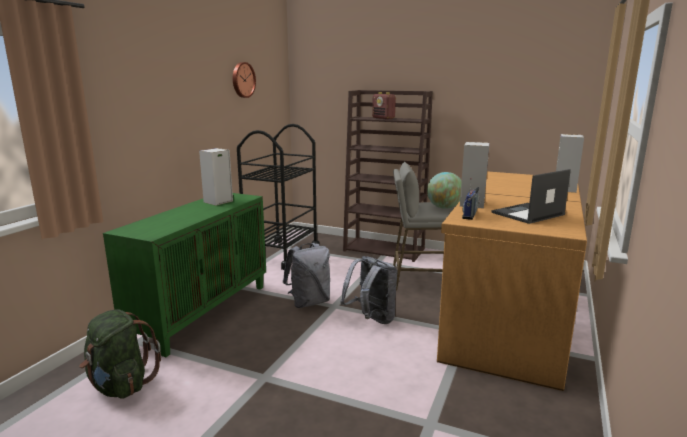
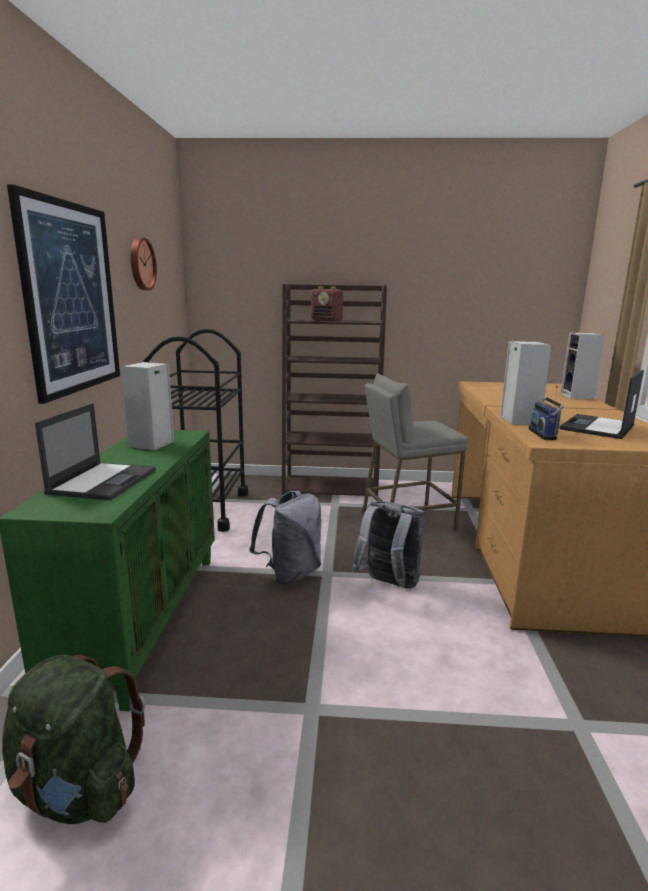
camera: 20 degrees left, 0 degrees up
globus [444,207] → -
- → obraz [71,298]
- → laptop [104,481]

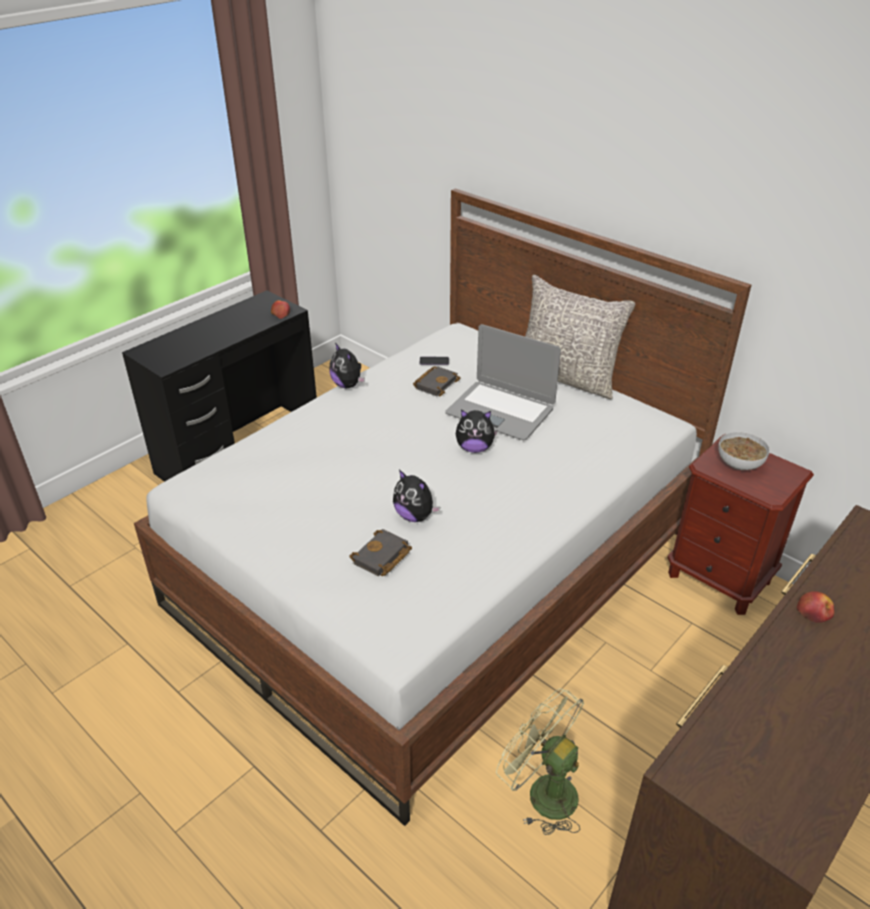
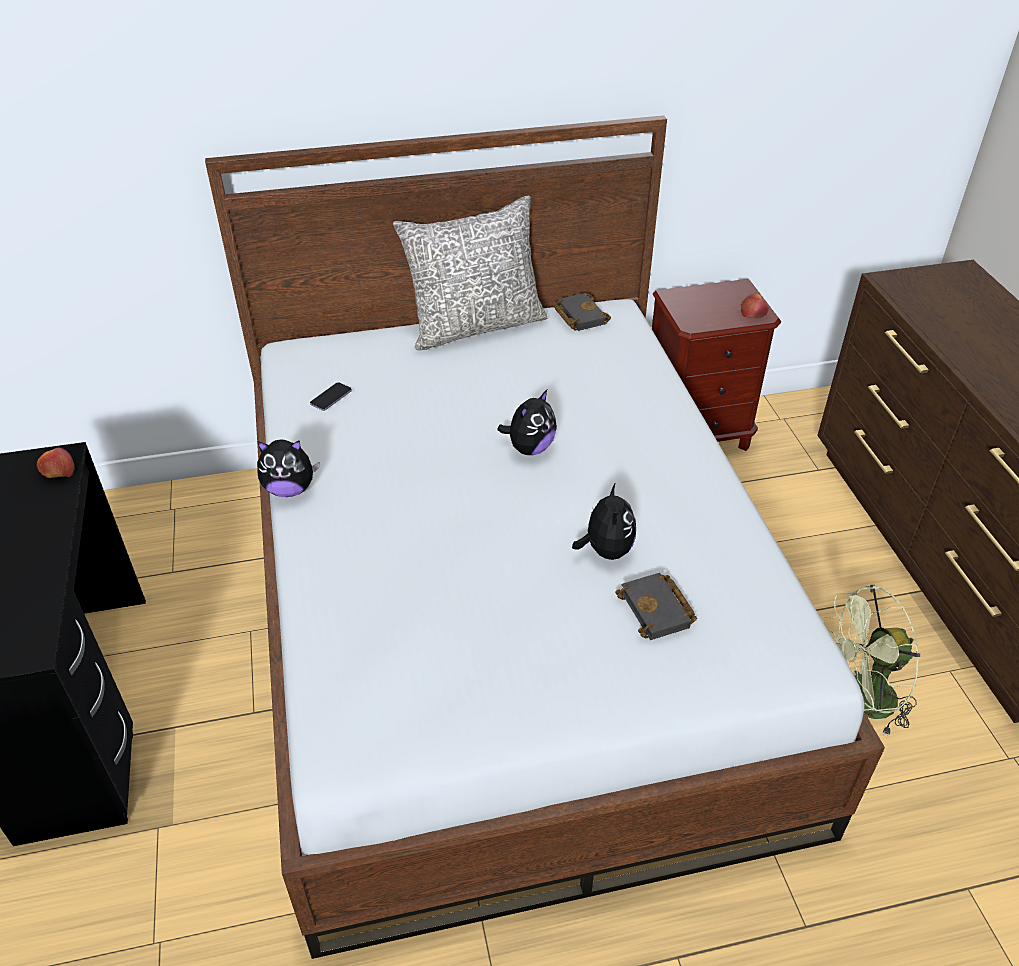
camera: 55 degrees left, 5 degrees up
pluszak [415,516] → pluszak [605,550], 75 degrees counterclockwise
książka (czarny) [436,383] → książka (czarny) [578,316], moved
laptop [500,411] → -
miska [739,464] → -
jabłko [814,612] → jabłko [753,312], moved

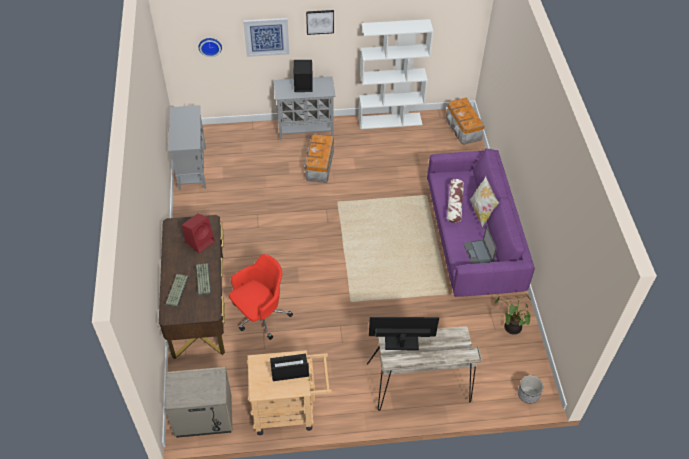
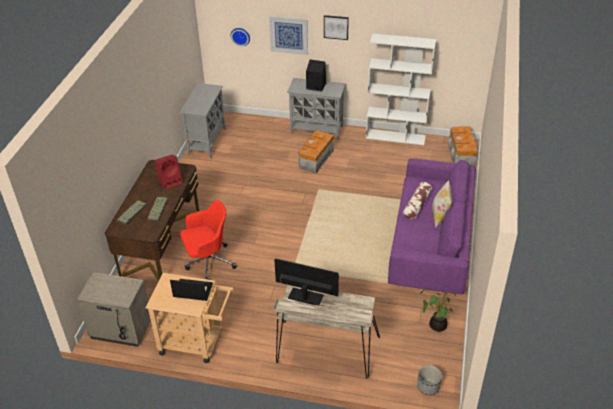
camera: 20 degrees right, 10 degrees down
laptop [478,253] → -

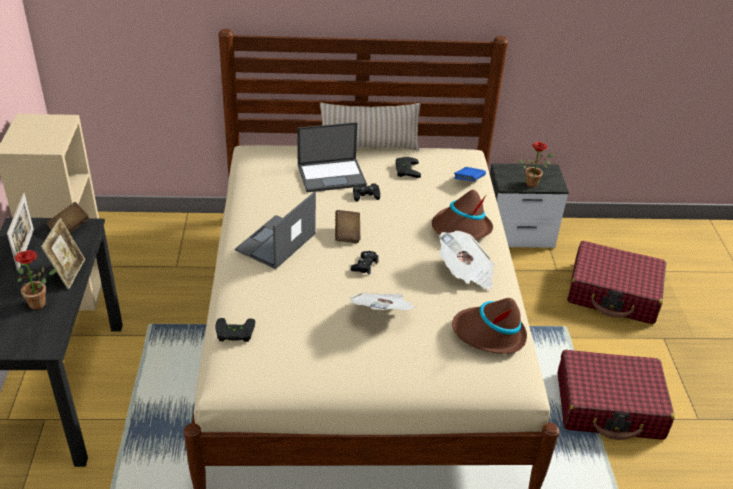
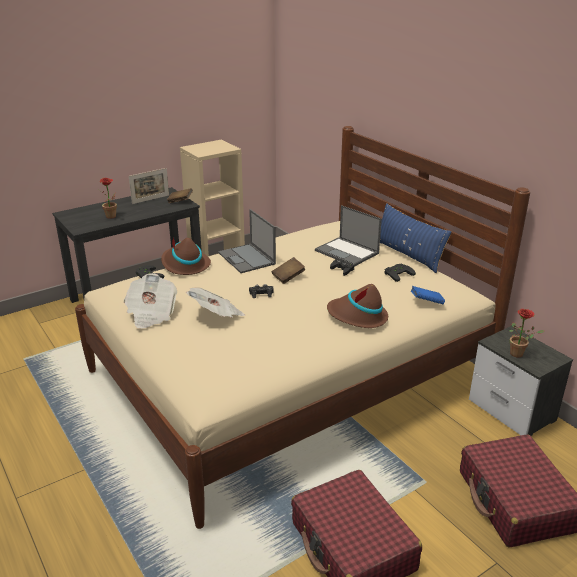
camera: 60 degrees right, 10 degrees down
ramka na zdjęcie [68,273] → -
laptop [275,243] → laptop [247,258], 120 degrees counterclockwise
poduszka (beżowy) [369,146] → poduszka (niebieski) [408,255]
gazeta [466,273] → gazeta [151,314], moved
kapelusz (brązowy) [489,334] → kapelusz (brązowy) [185,265], moved

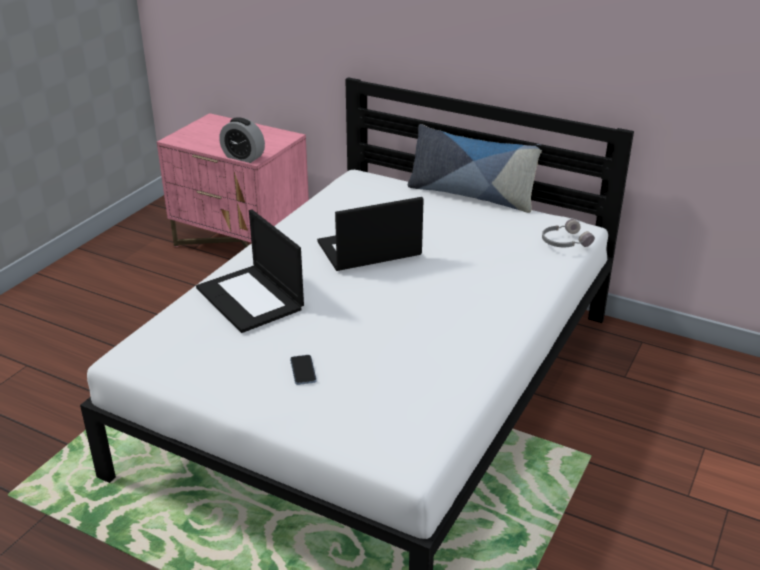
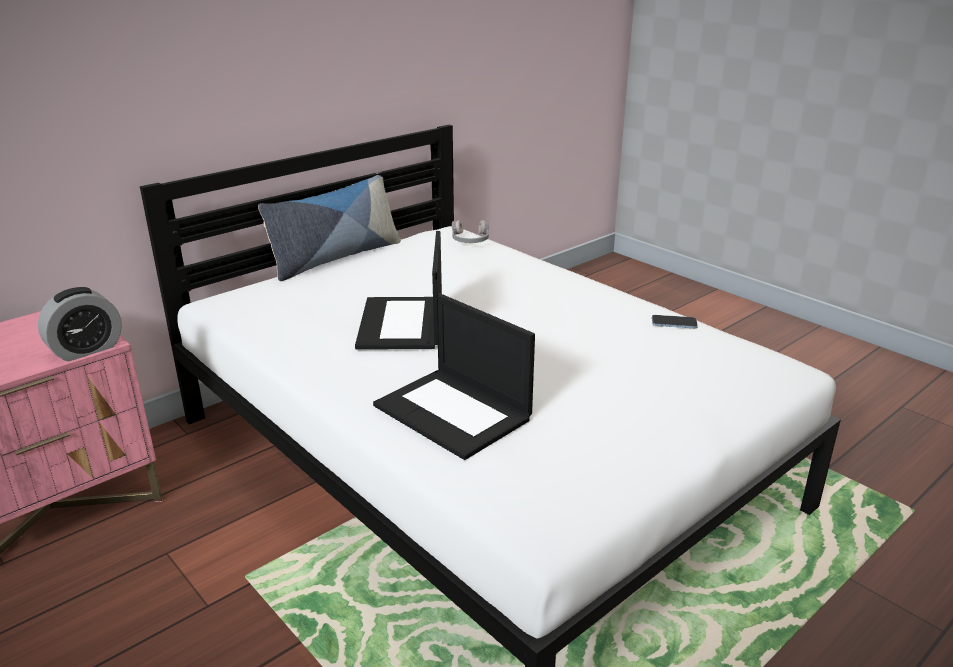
camera: 70 degrees left, 5 degrees down
laptop [251,298] → laptop [454,412], 60 degrees clockwise
telefon [303,371] → telefon [674,323], moved

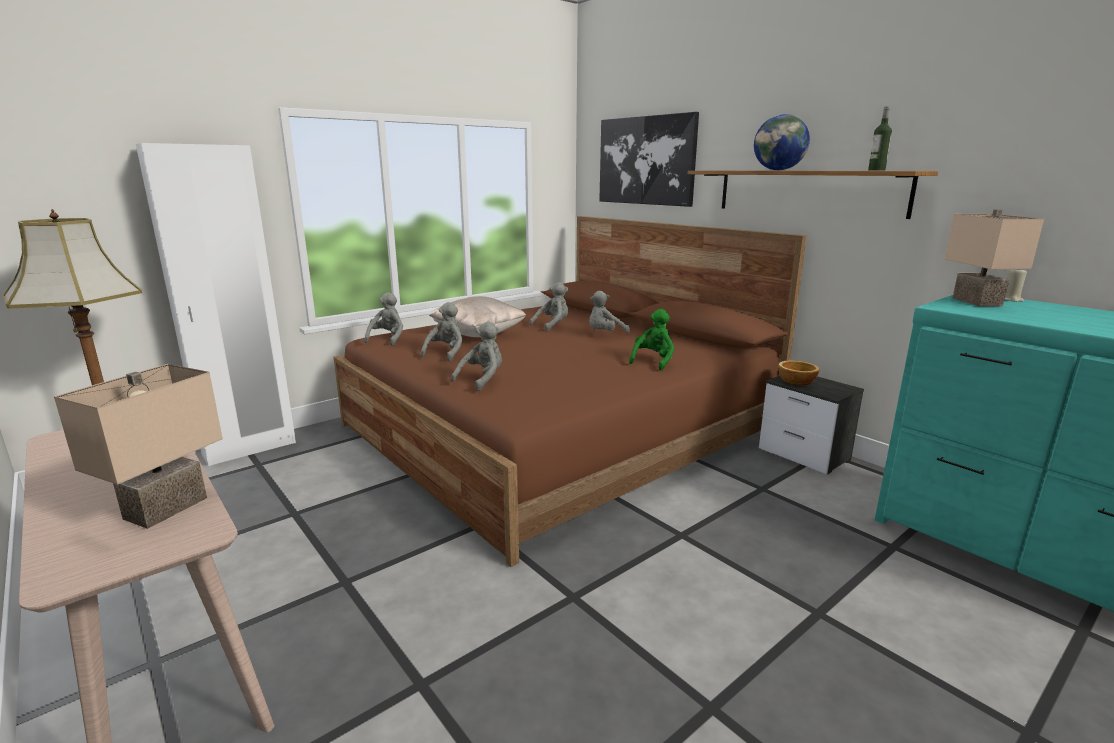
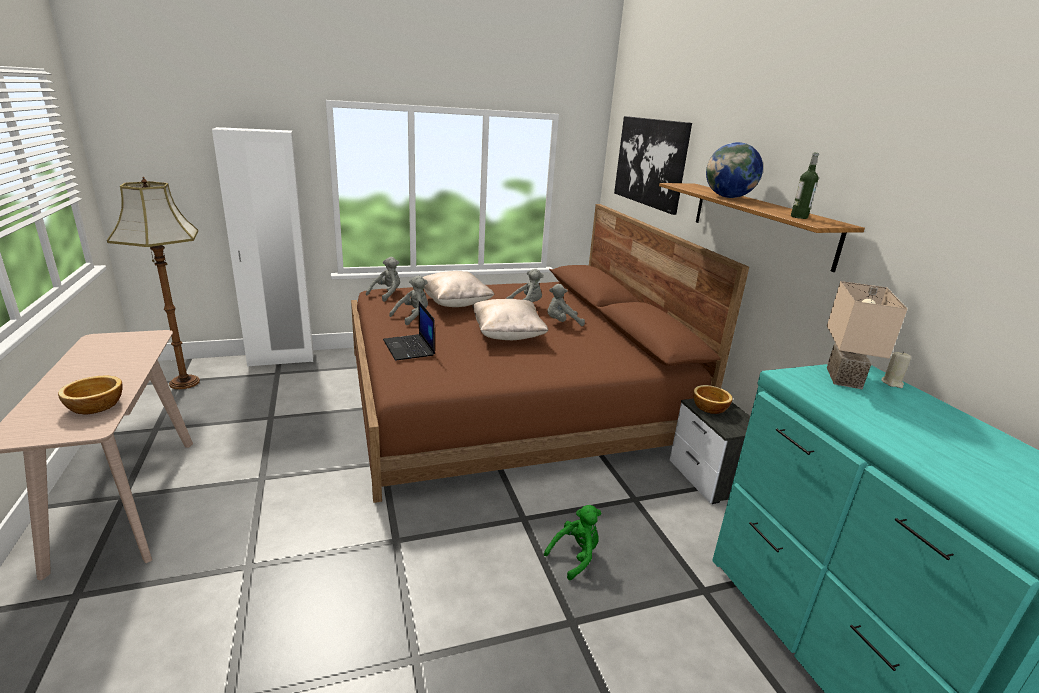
camera: 20 degrees right, 5 degrees up
lampa stołowa (beżowy) [167,509] → miska [95,407]
pluszak (szary) [482,379] → laptop [409,348]
pluszak (zielony) [653,361] → pluszak (zielony) [575,556], moved
- → poduszka (beżowy) [507,335]

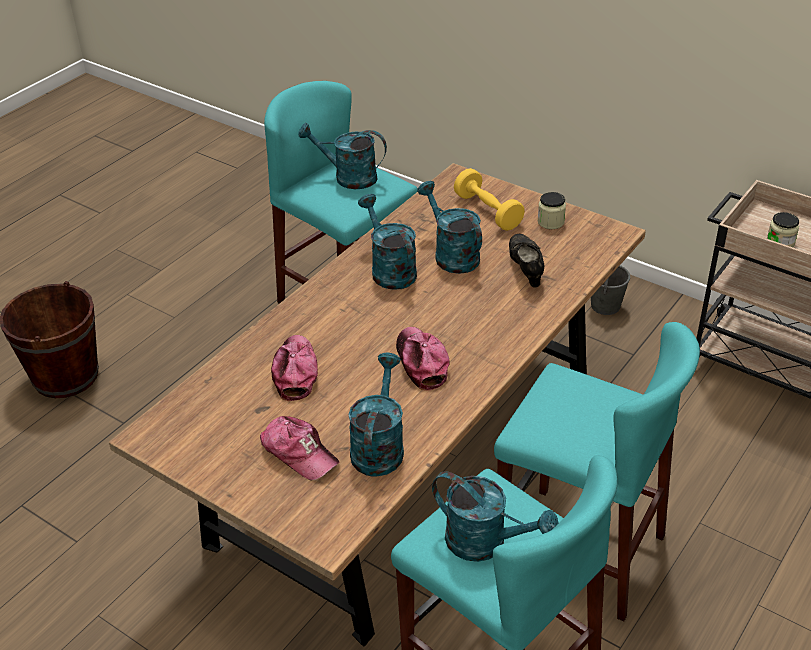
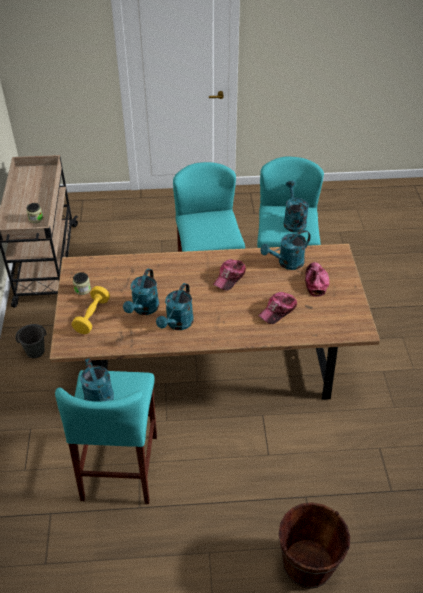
camera: 130 degrees left, 5 degrees up
but (czarny) [525,269] → -

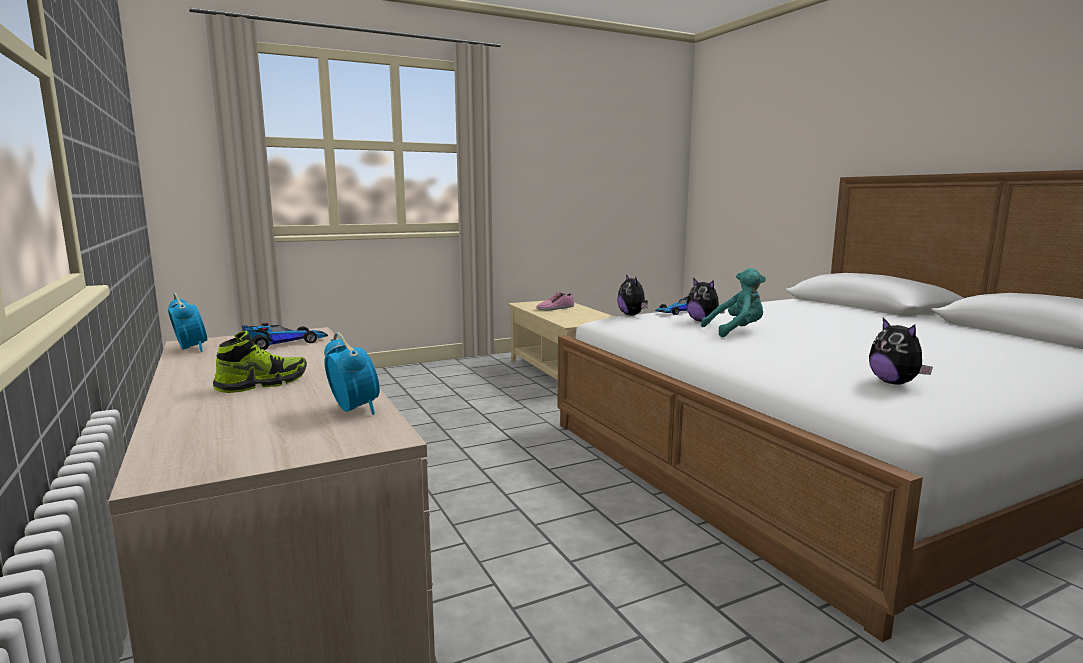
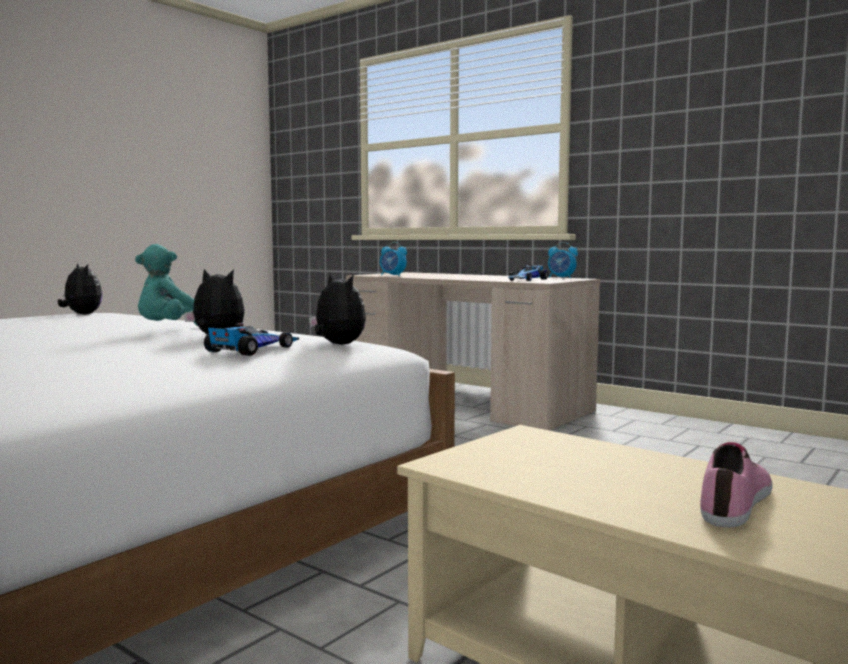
camera: 155 degrees right, 5 degrees down
but [262,384] → -

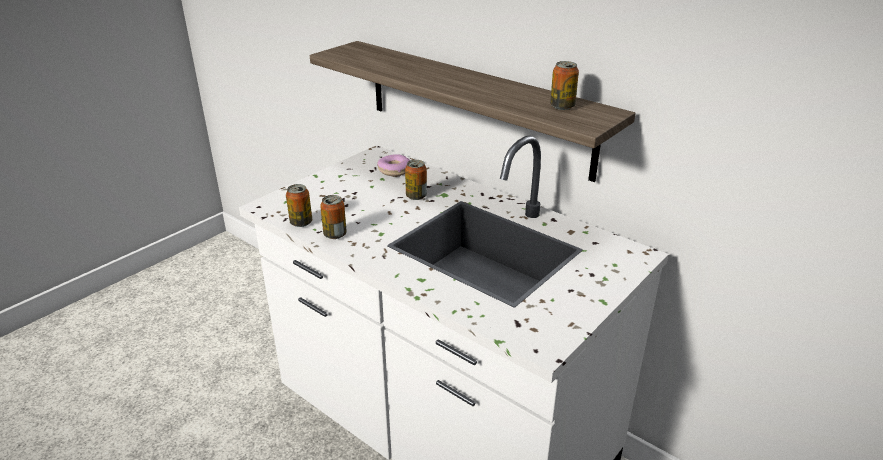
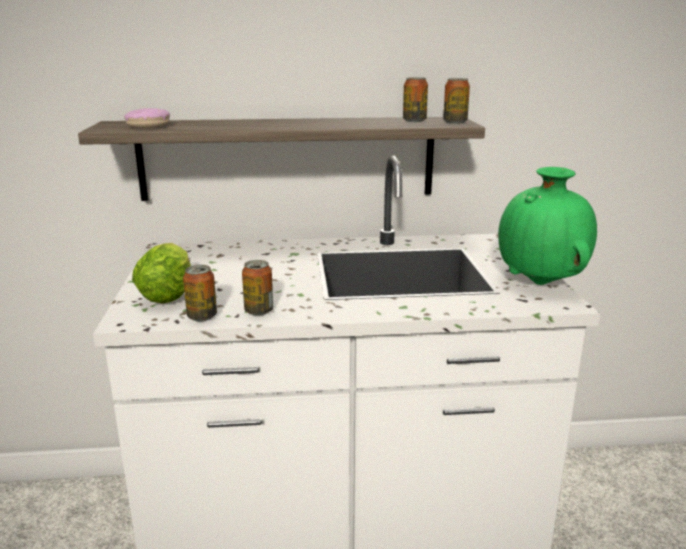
camera: 45 degrees left, 10 degrees down
donut [394,170] → donut [148,126], moved
puszka [416,196] → puszka [455,122], moved
- → sałata [169,293]
- → wazon (zielony) [541,283]

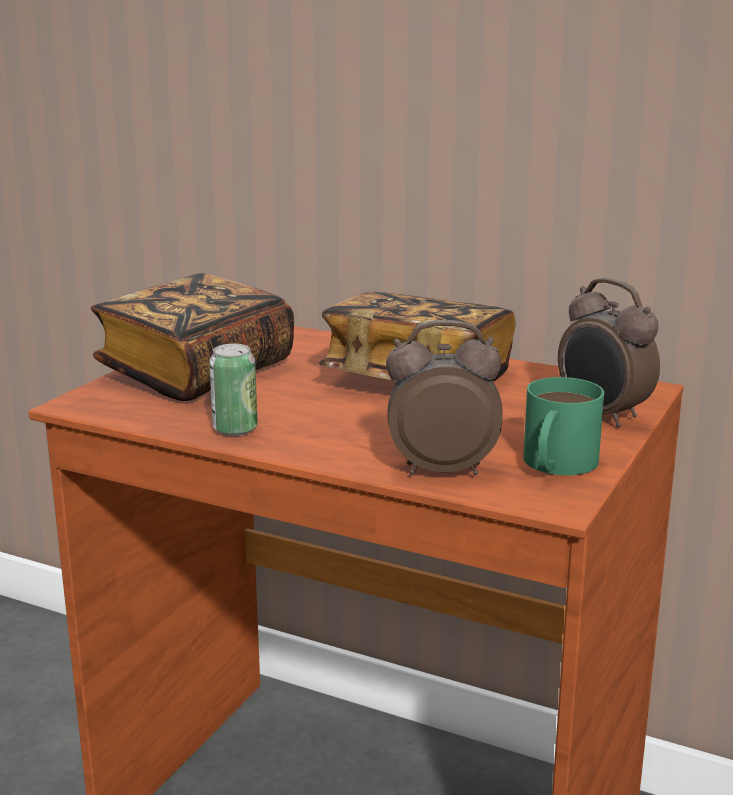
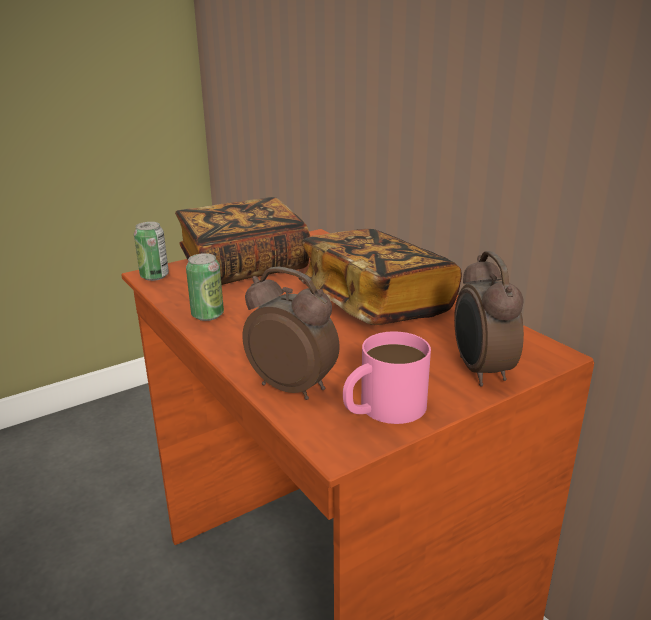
camera: 30 degrees right, 5 degrees up
kubek (zielony) [555,465] → kubek (różowy) [382,409]
- → puszka [154,276]

